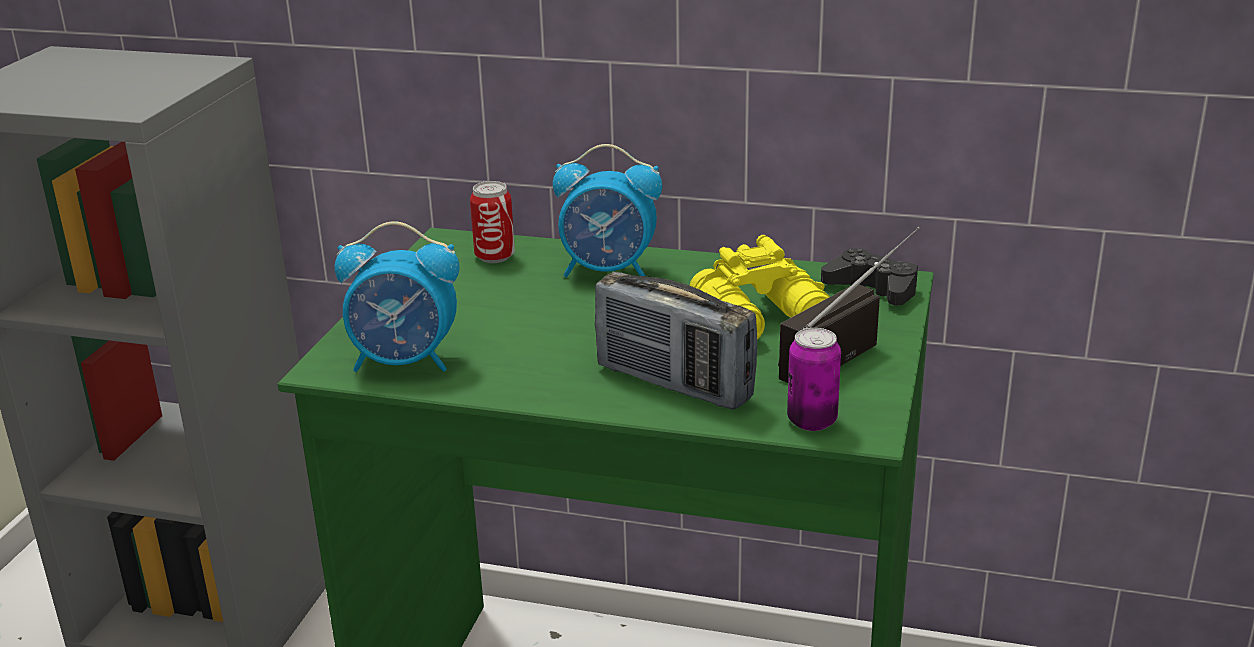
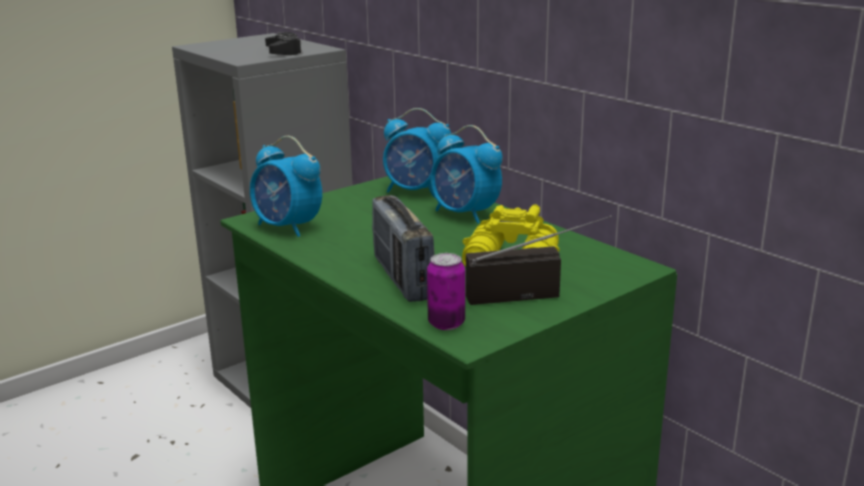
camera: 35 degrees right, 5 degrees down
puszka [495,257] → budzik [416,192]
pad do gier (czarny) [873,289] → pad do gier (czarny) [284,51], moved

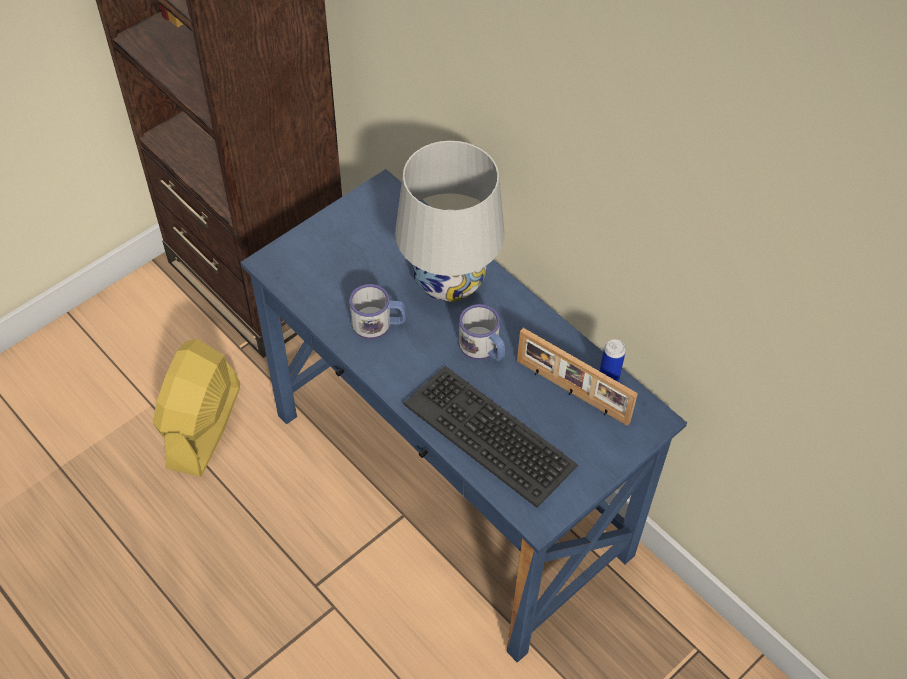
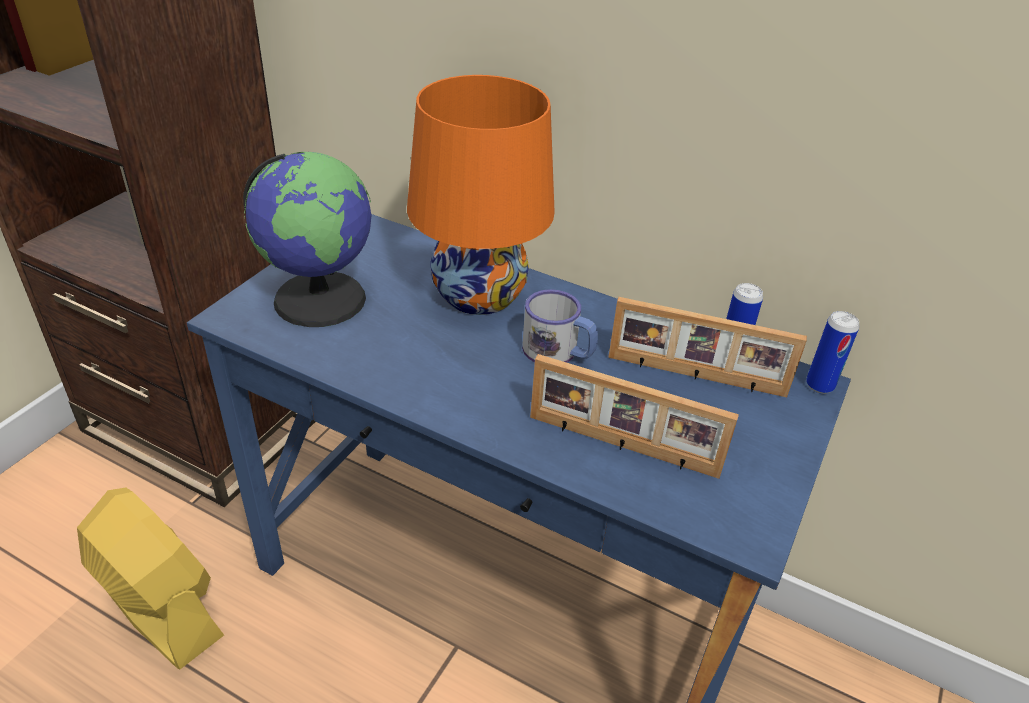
camera: 20 degrees left, 15 degrees down
wentylator (żółty) [203,427] → wentylator (żółty) [159,607], 135 degrees clockwise
kubek [378,323] → -
lampa stołowa (biały) [449,281] → lampa stołowa (pomarańczowy) [479,294]
klawiatura [490,434] → ramka na zdjęcie [622,446]
- → globus [320,298]
- → puszka [819,385]

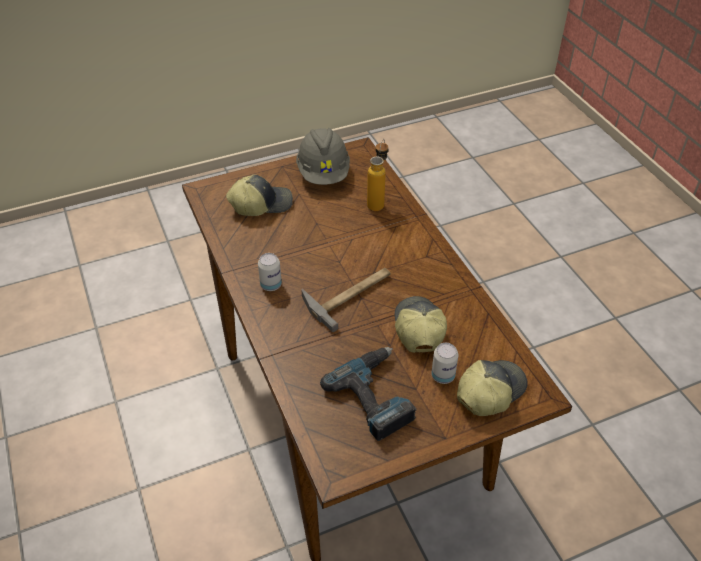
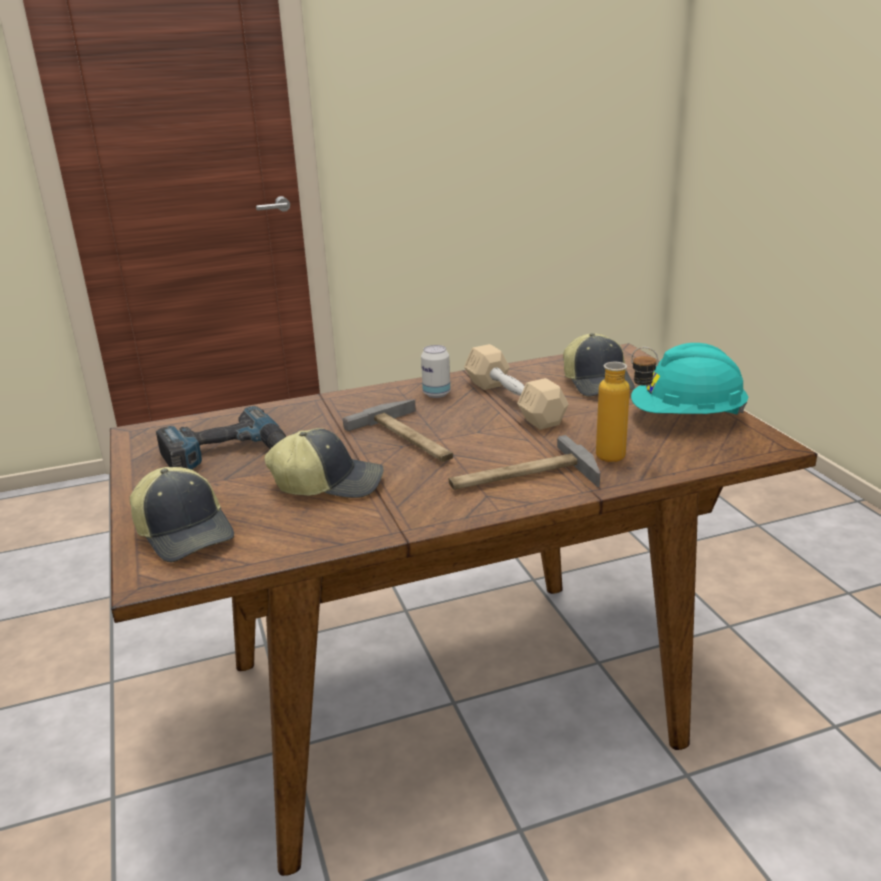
camera: 95 degrees right, 20 degrees down
kask (szary) [323,173] → kask (turkusowy) [687,418]
puszka [443,376] → -
- → młotek [522,477]
- → hantel (beżowy) [513,402]

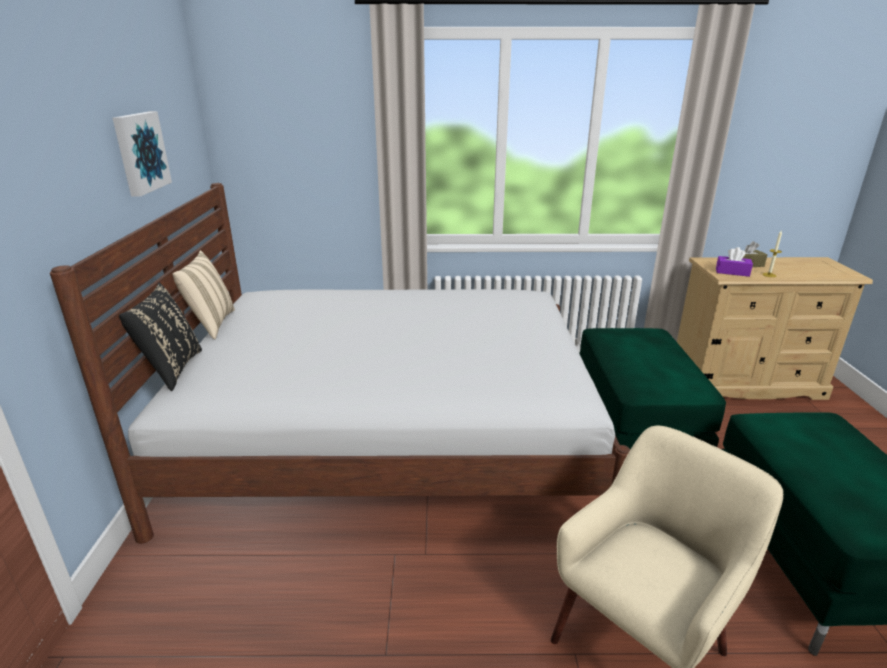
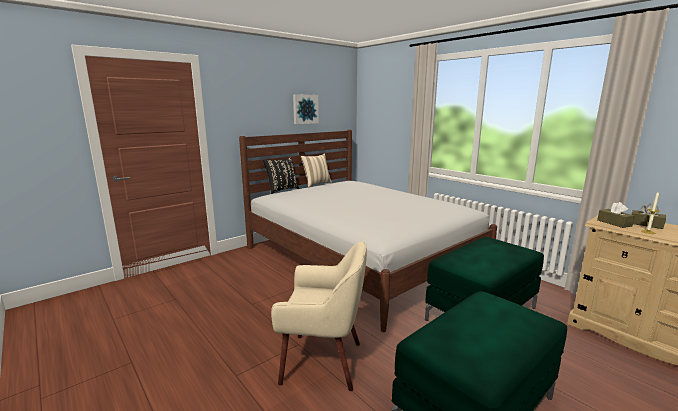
camera: 50 degrees right, 10 degrees down
pudełko chusteczek (fioletowy) [732,272] → pudełko chusteczek (brązowy) [614,223]

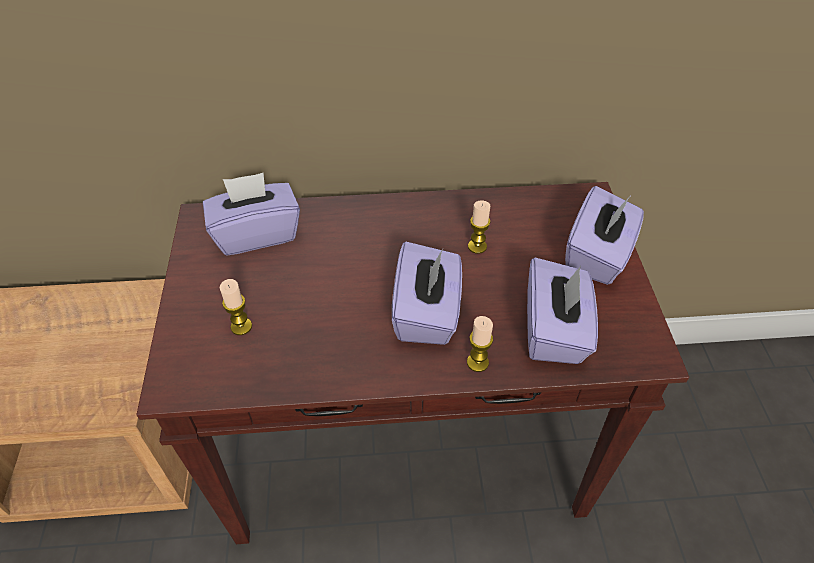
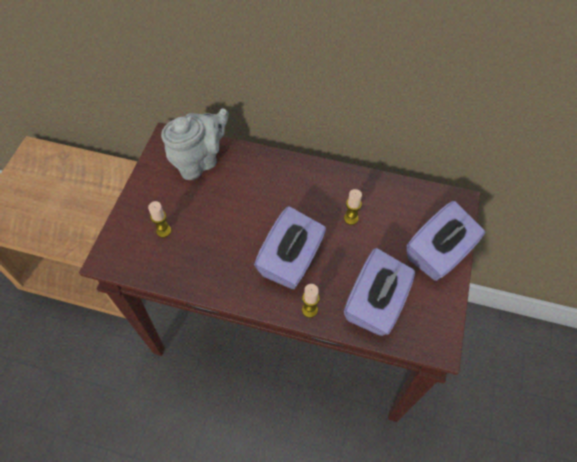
camera: 20 degrees right, 10 degrees up
pudełko chusteczek (fioletowy) [256,234] → imbryk (szary) [200,161]

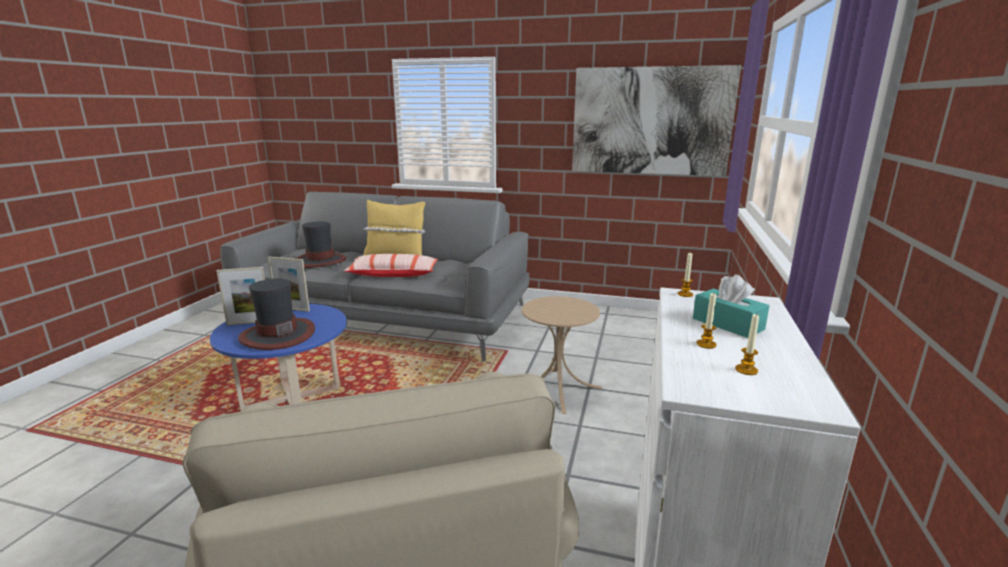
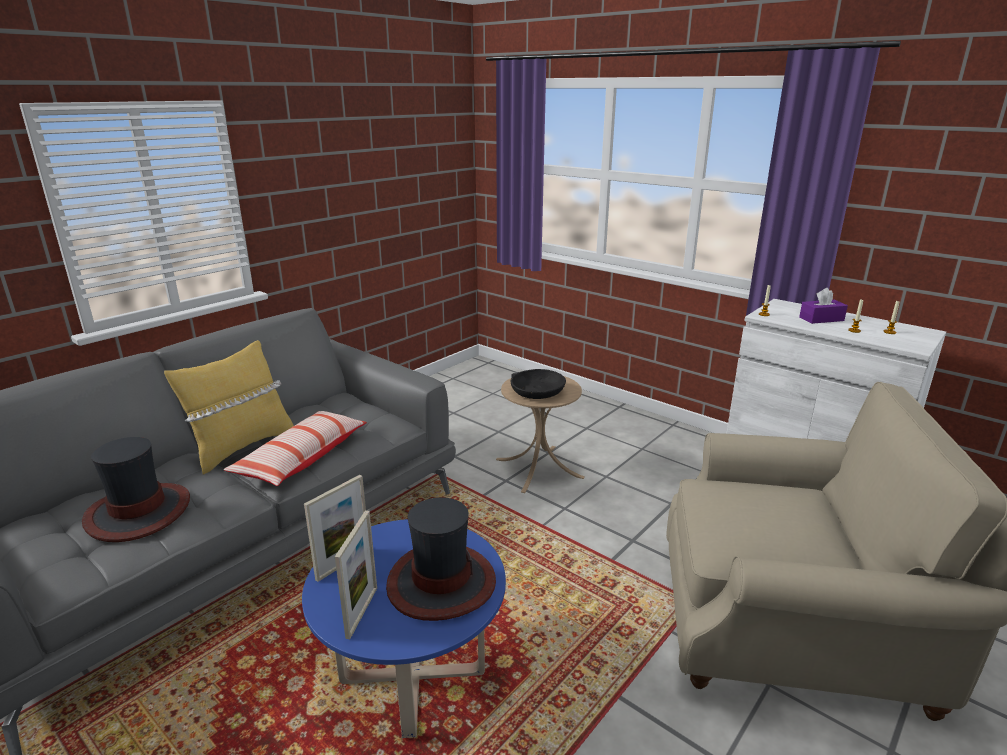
camera: 65 degrees left, 5 degrees up
obraz [650,121] → -
pudełko chusteczek (turkusowy) [727,324] → pudełko chusteczek (fioletowy) [821,319]
- → miska (czarny) [537,392]

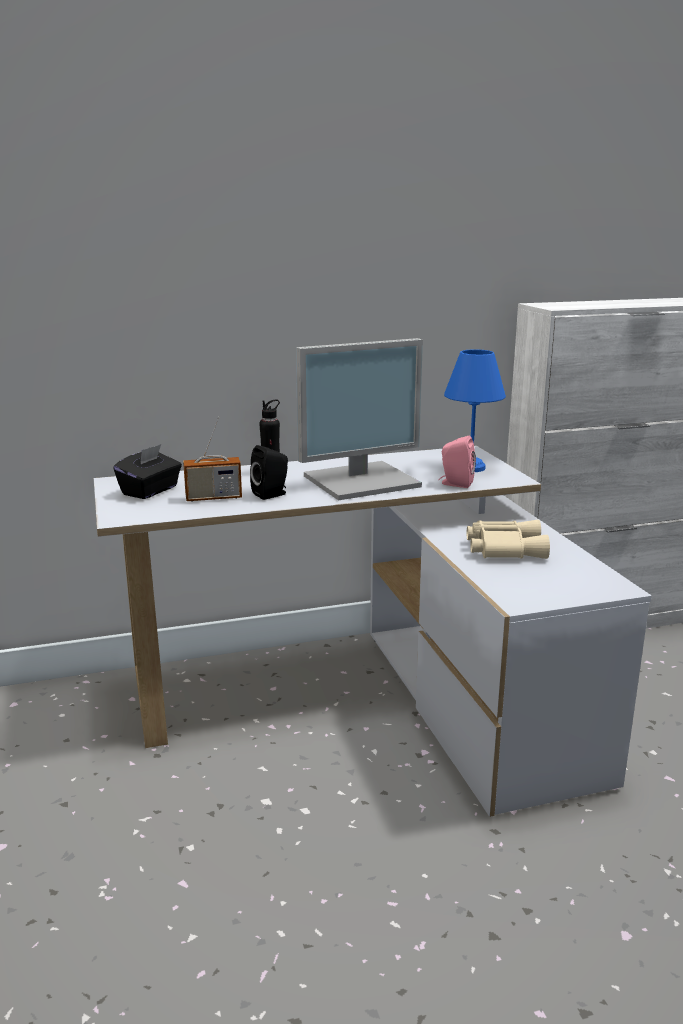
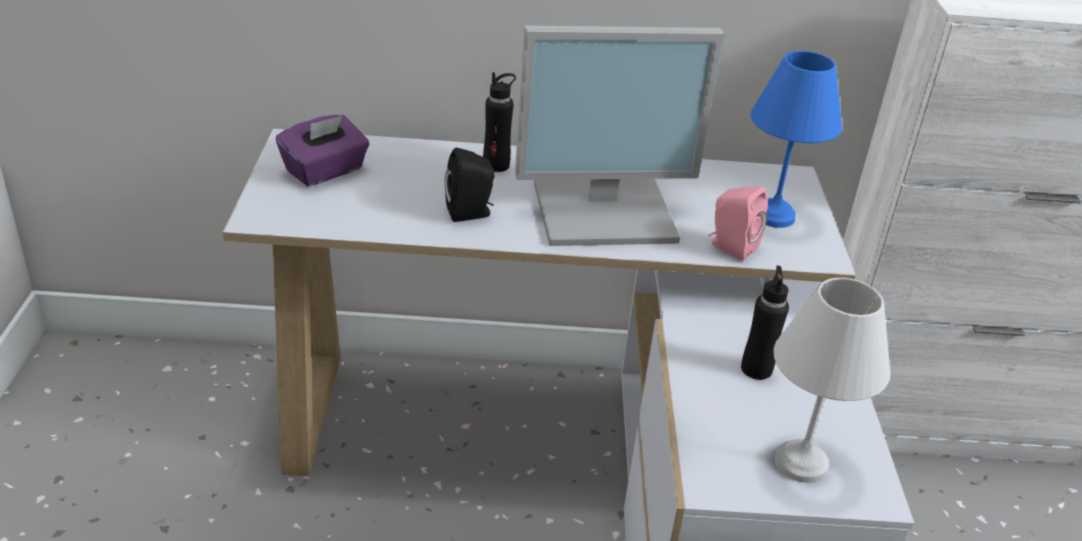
camera: 15 degrees right, 15 degrees up
pudełko chusteczek (czarny) [150,491] → pudełko chusteczek (fioletowy) [325,171]
radio [213,498] → -
lornetka (beżowy) [504,548] → butelka (czarny) [756,369]
- → lampa stołowa (biały) [803,463]

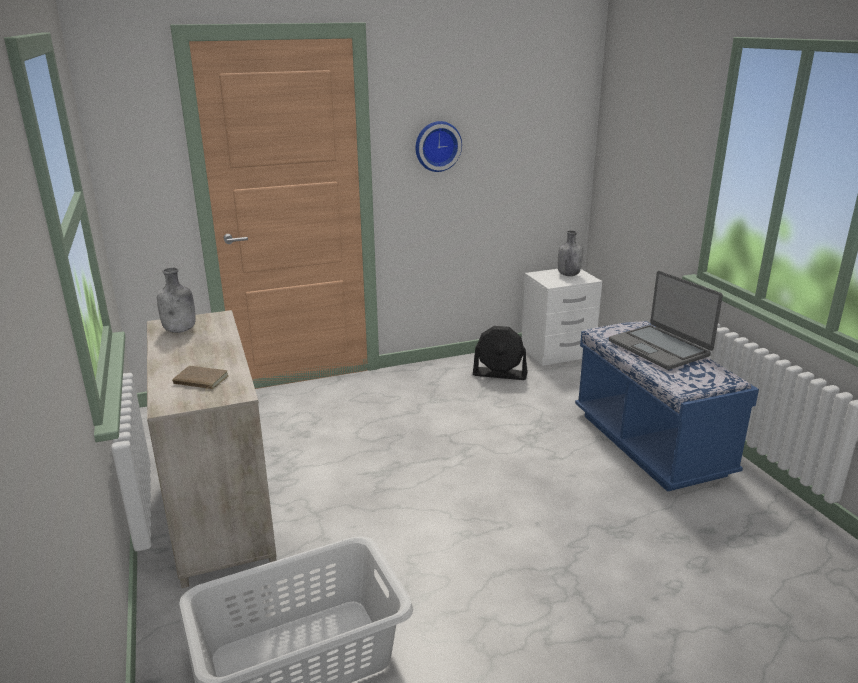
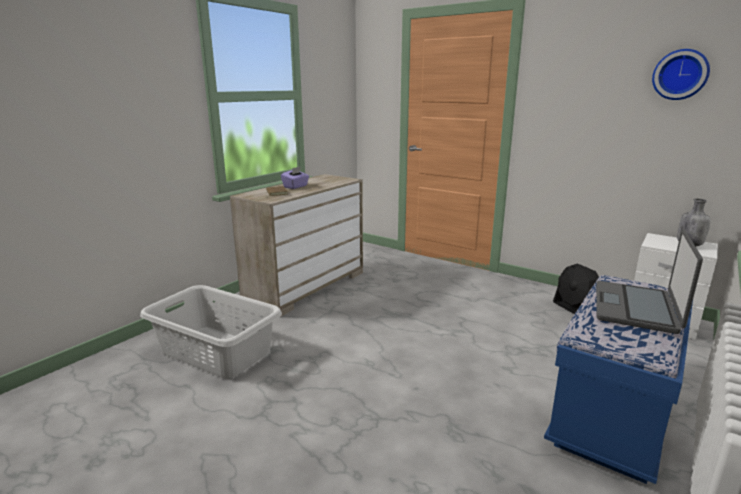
camera: 55 degrees right, 5 degrees down
butelka (szary) [181,330] → -
zegar ścienny [437,146] → zegar ścienny [680,74], moved
- → pudełko chusteczek (fioletowy) [296,186]

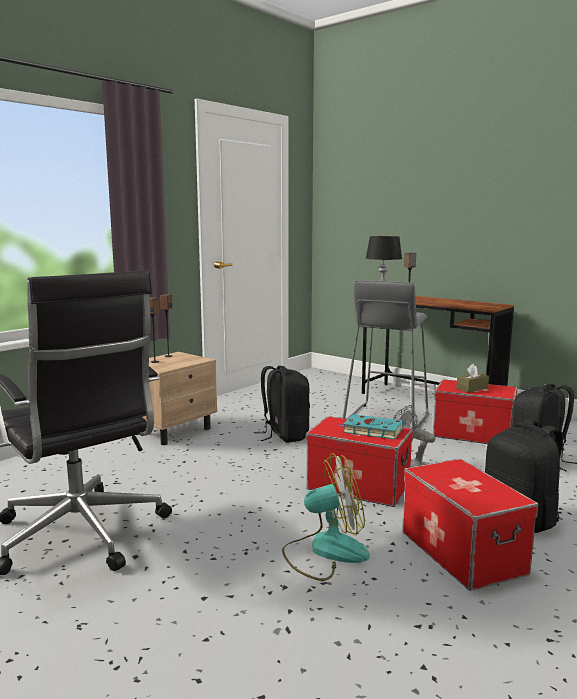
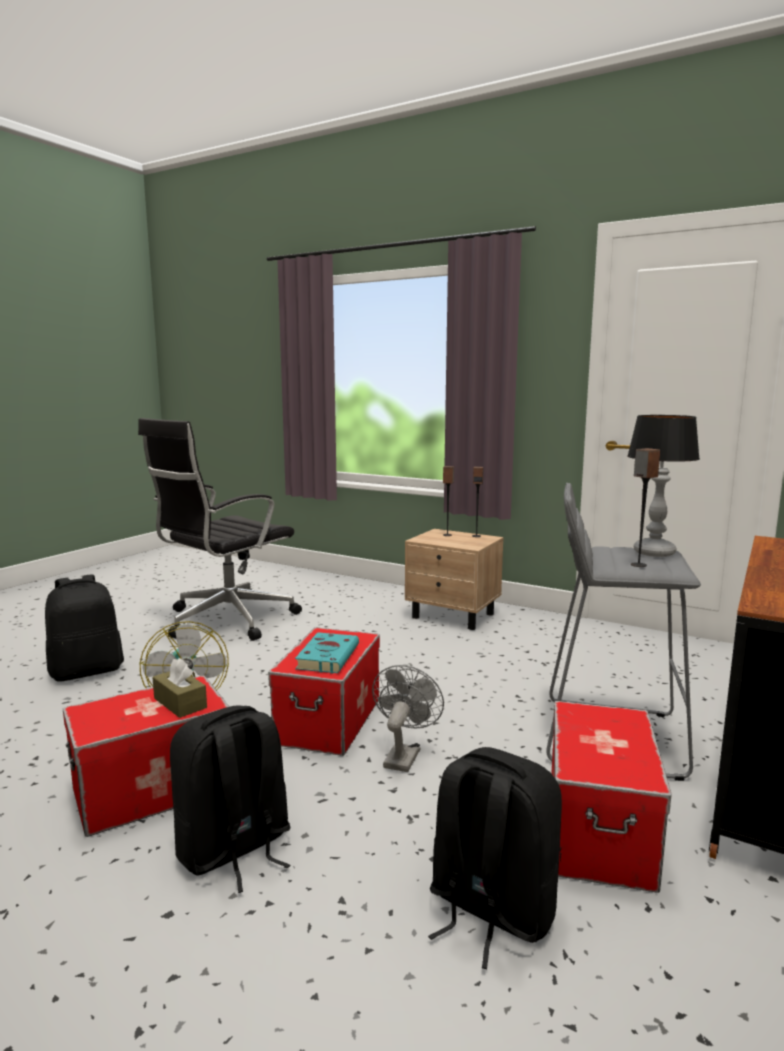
camera: 80 degrees right, 0 degrees up
plecak (czarny) [284,435] → plecak (czarny) [87,671], moved
pudełko chusteczek (brązowy) [472,388] → pudełko chusteczek (brązowy) [180,703], moved

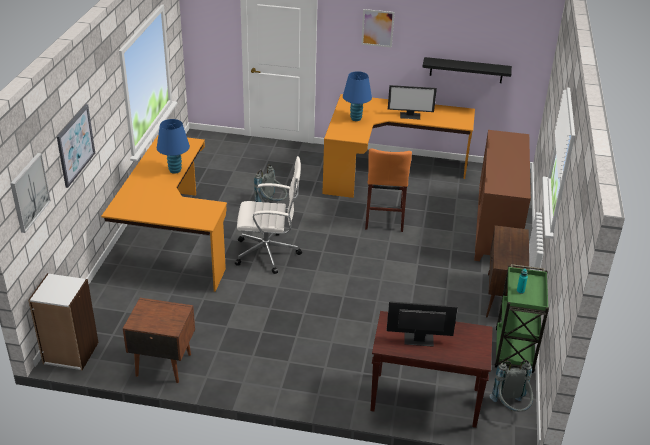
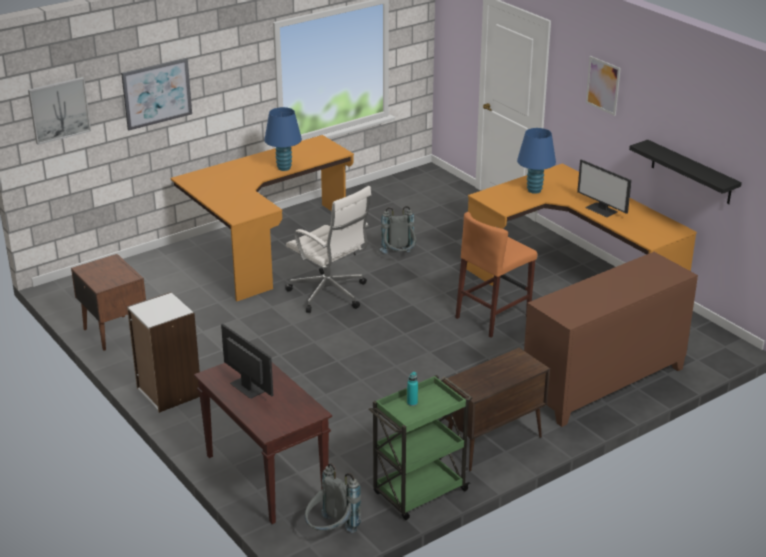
camera: 45 degrees right, 5 degrees down
regał (biały) [70,353] → regał (biały) [168,392], moved

